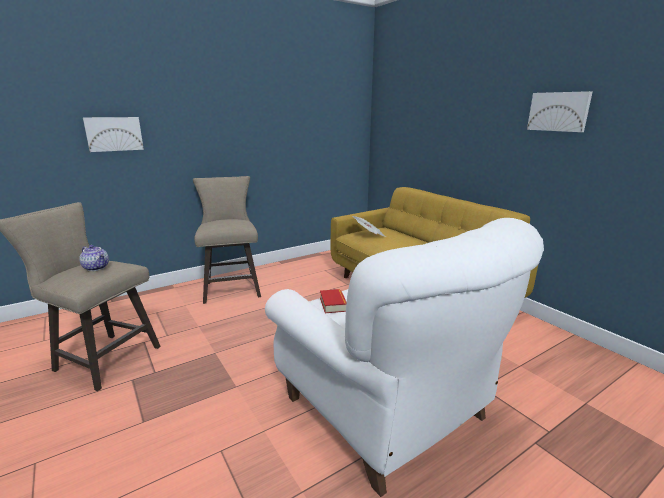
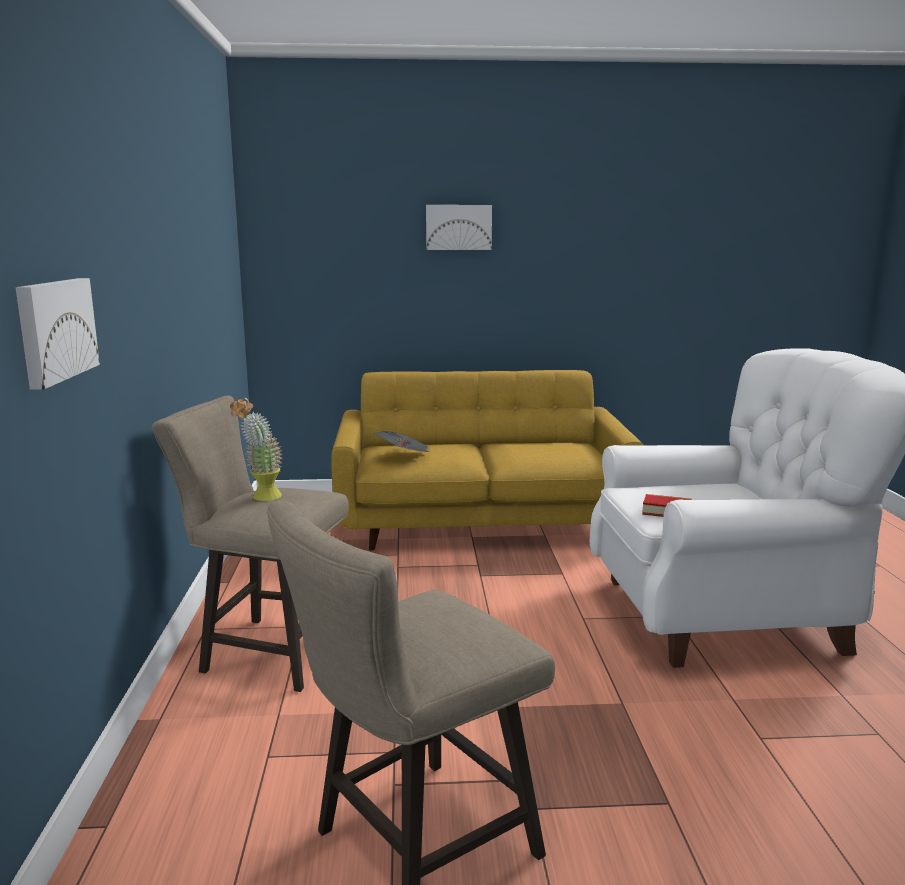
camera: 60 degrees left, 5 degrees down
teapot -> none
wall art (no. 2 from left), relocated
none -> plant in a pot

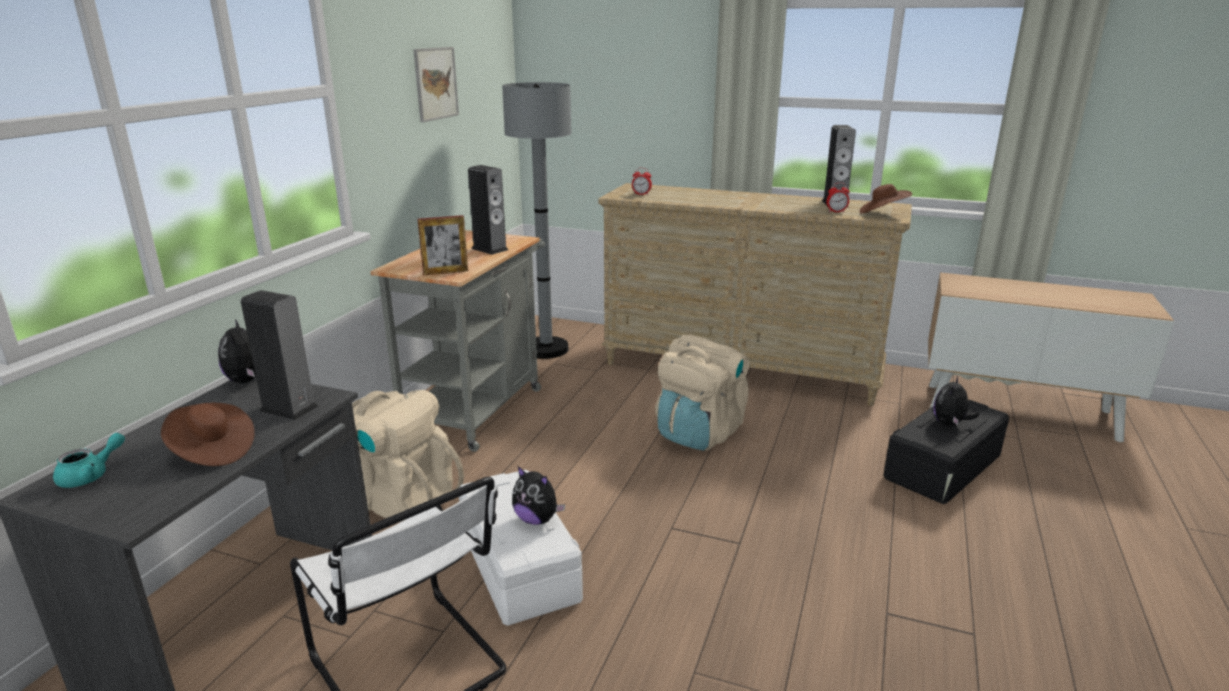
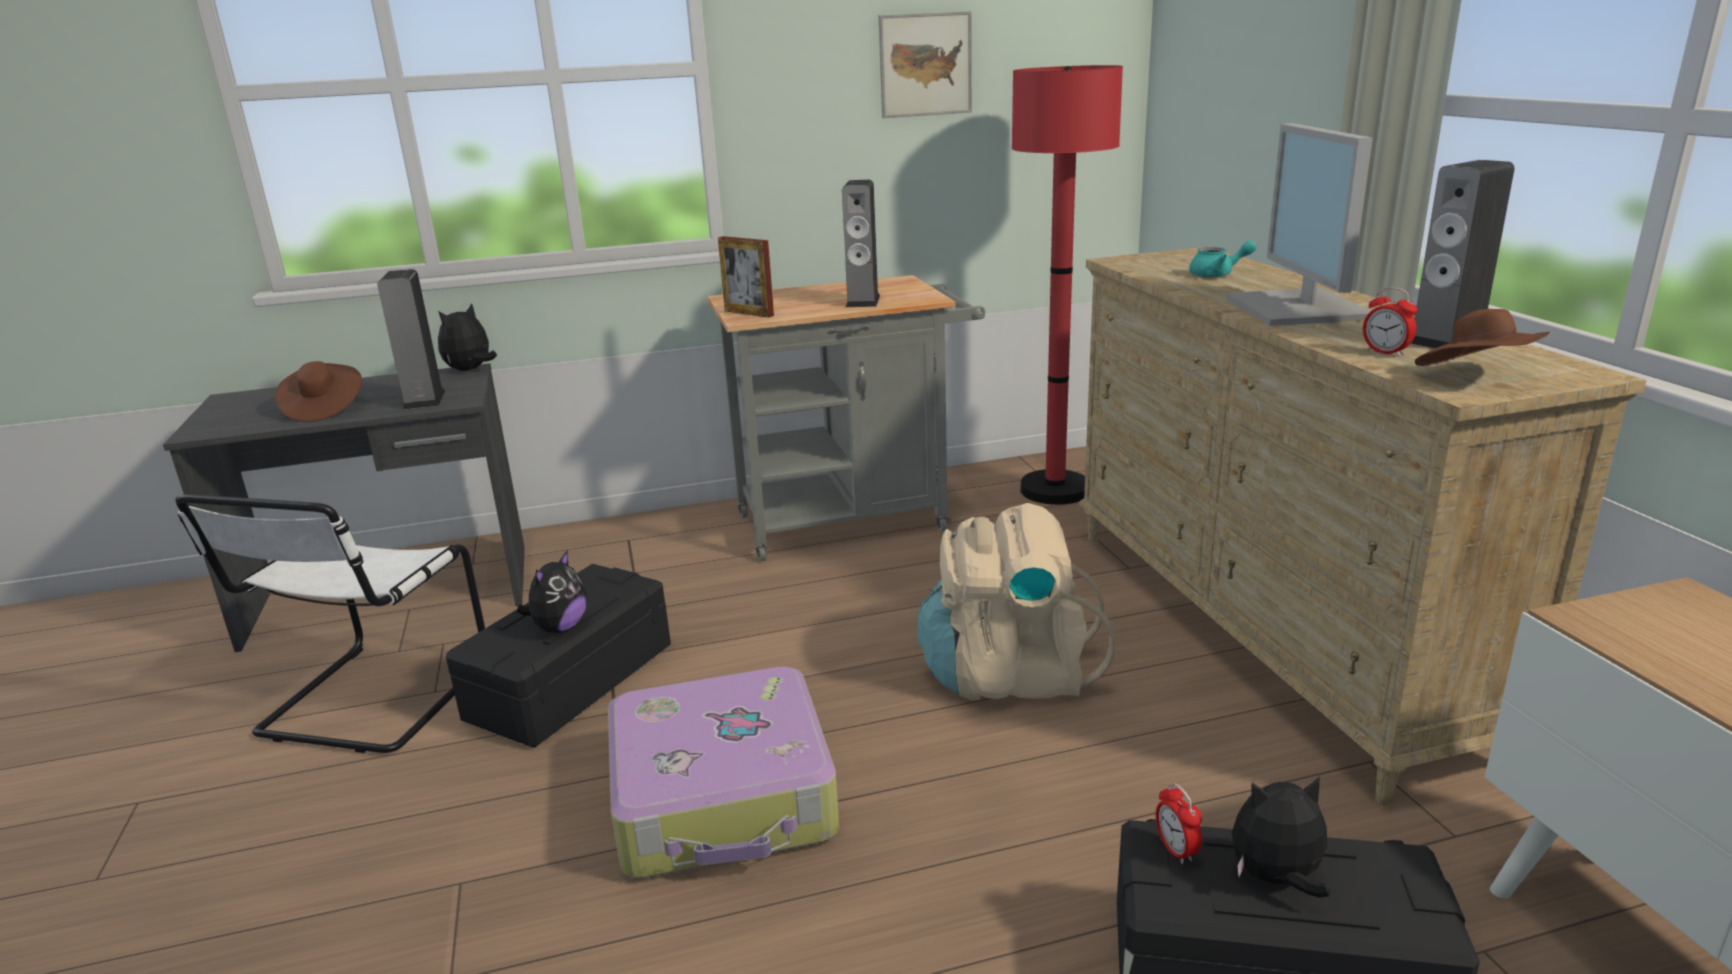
camera: 55 degrees right, 0 degrees up
blue-green teapot, relocated
beige rucksack (no. 1 from left) -> none
white-coloured storage box -> blackish storage box (no. 1 from left)
greyish floor lamp -> red-coloured floor lamp
cuddly toy (no. 2 from left), 150 degrees counterclockwise
bedside clock (no. 1 from left), relocated
none -> suitcase
none -> monitor

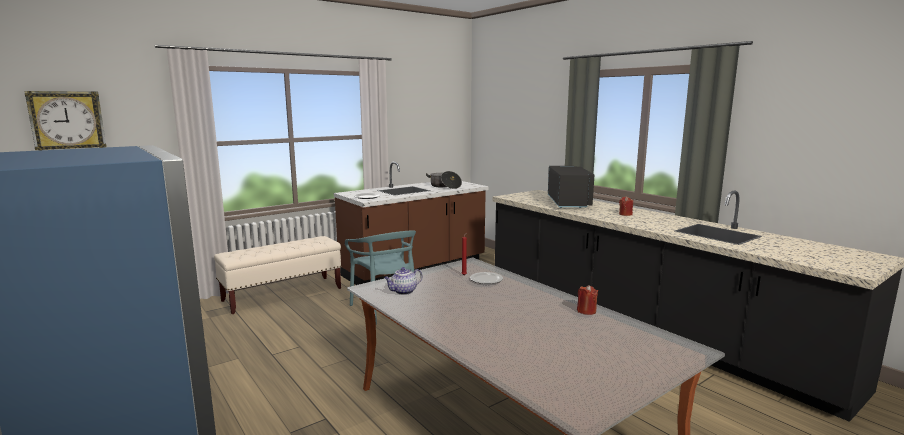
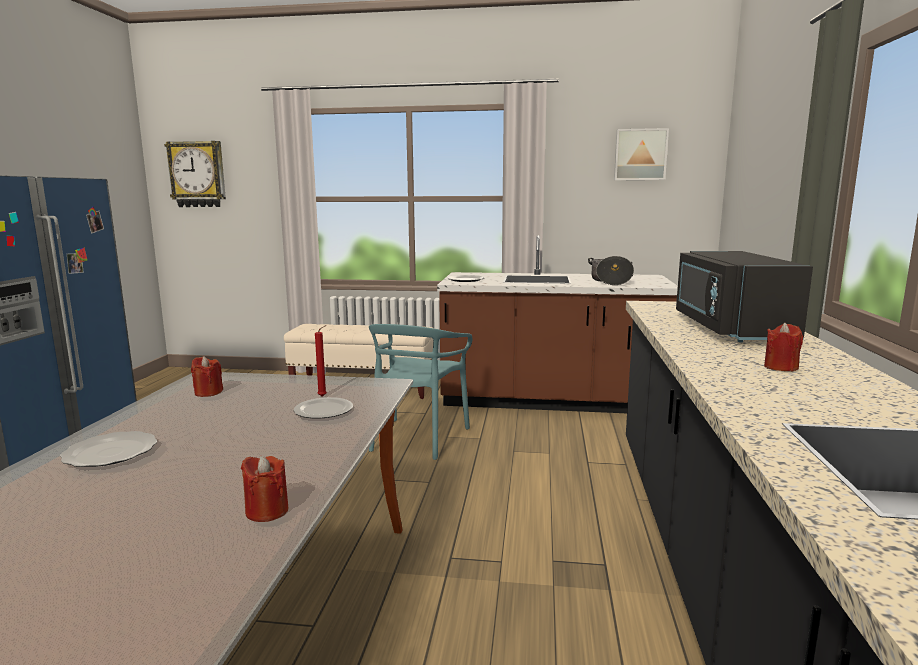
camera: 45 degrees right, 0 degrees up
teapot -> red-coloured wax candle (no. 1 from left)
blackish microwave, 135 degrees clockwise
none -> flat dish (no. 1 from left)
none -> wall art

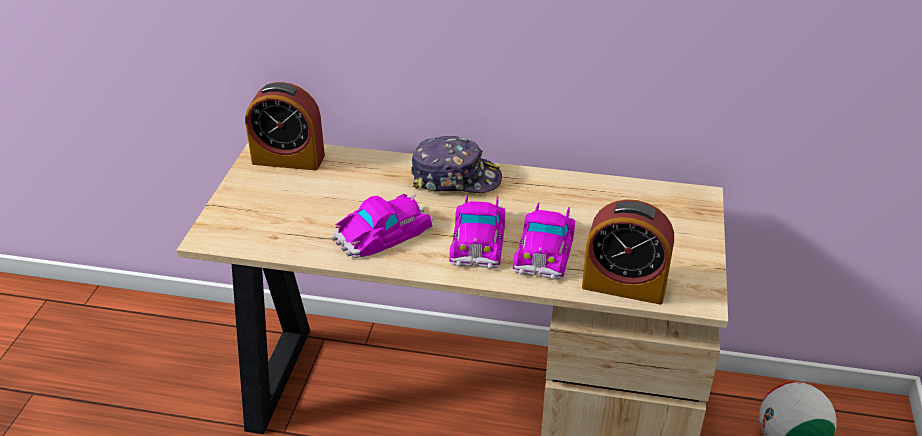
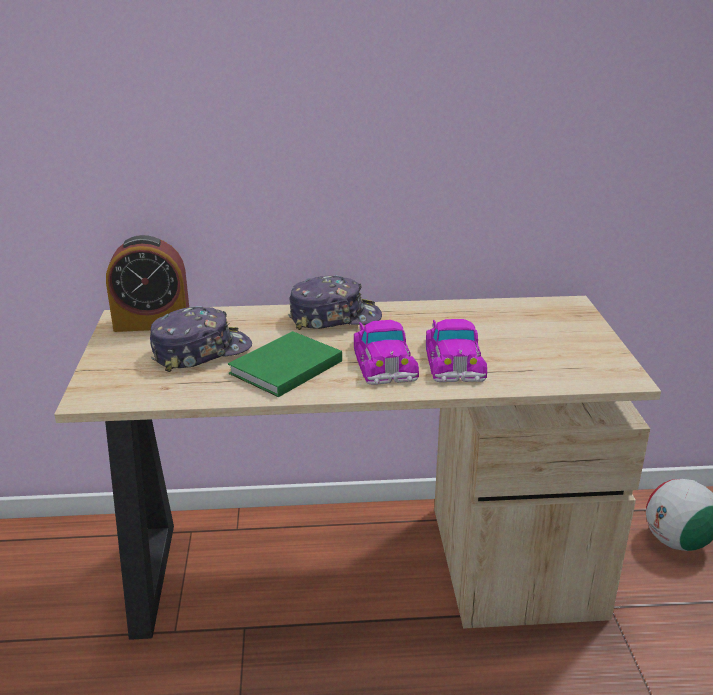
camera: 15 degrees left, 10 degrees down
model car (no. 1 from left) -> green-coloured book
bedside clock (no. 2 from left) -> none
none -> cap (no. 1 from left)

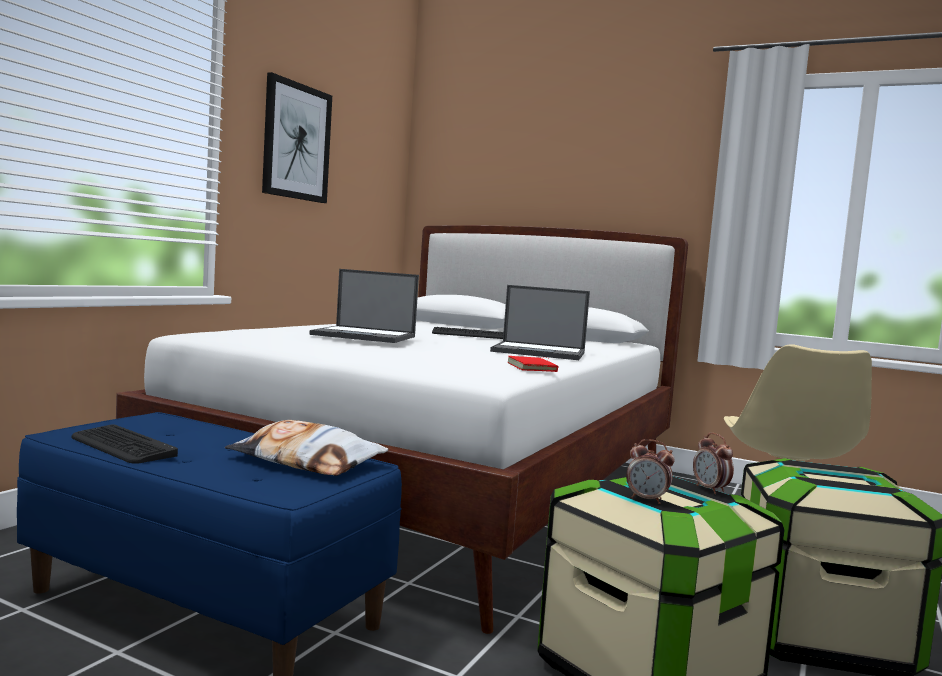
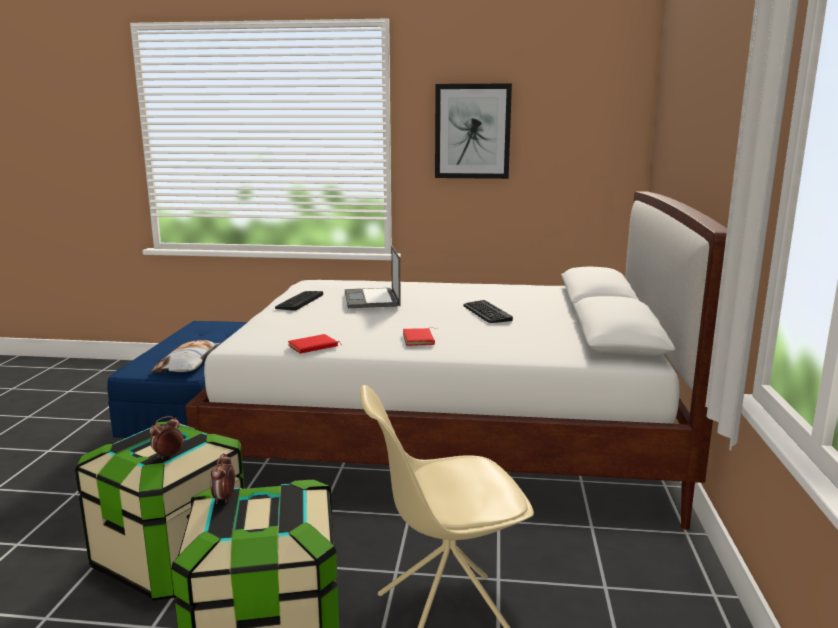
camera: 70 degrees right, 10 degrees up
keyboard (no. 1 from left), relocated
laptop (no. 2 from left) -> red-coloured book (no. 2 from left)
bedside clock (no. 1 from left in the first image) -> bedside clock (no. 2 from left), relocated

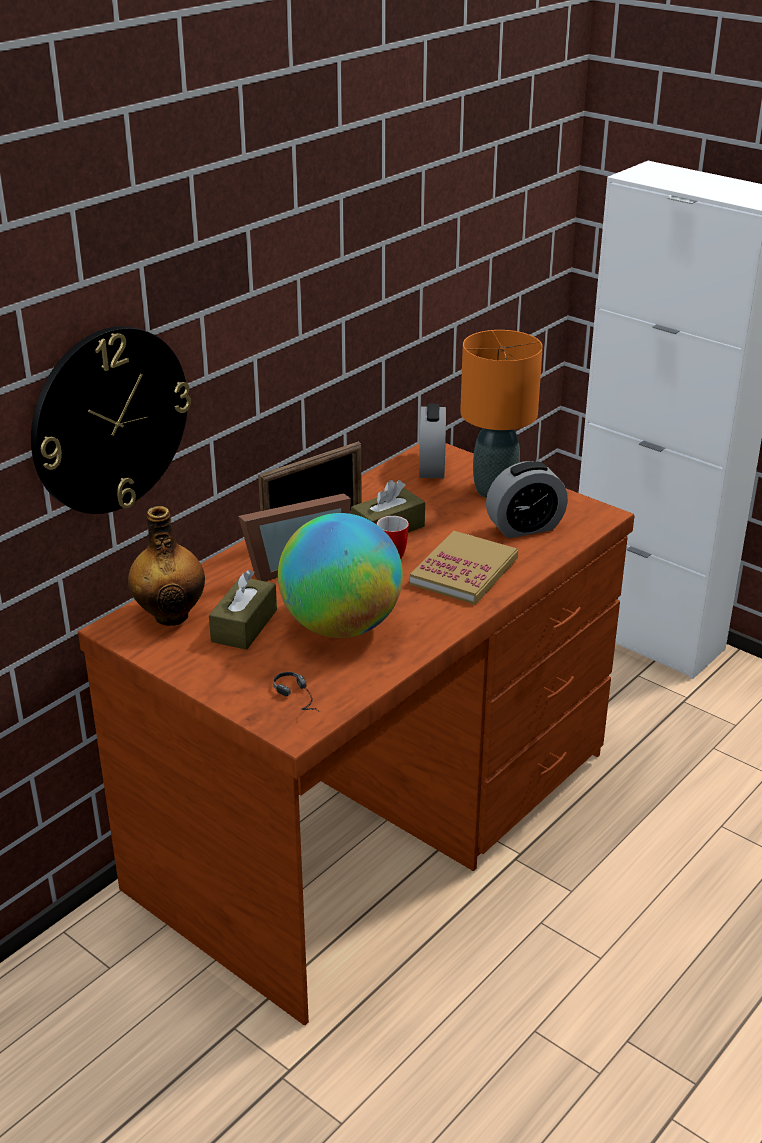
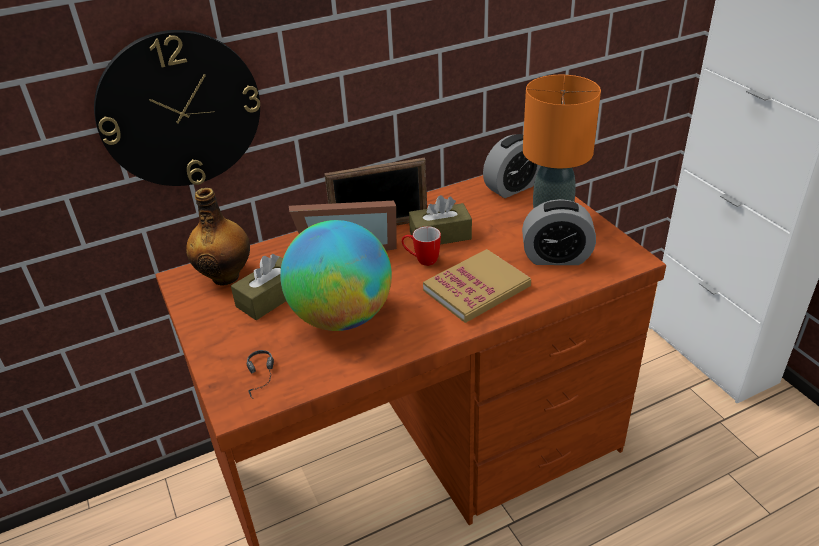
camera: 25 degrees right, 5 degrees up
bedside clock (no. 1 from left), 150 degrees counterclockwise

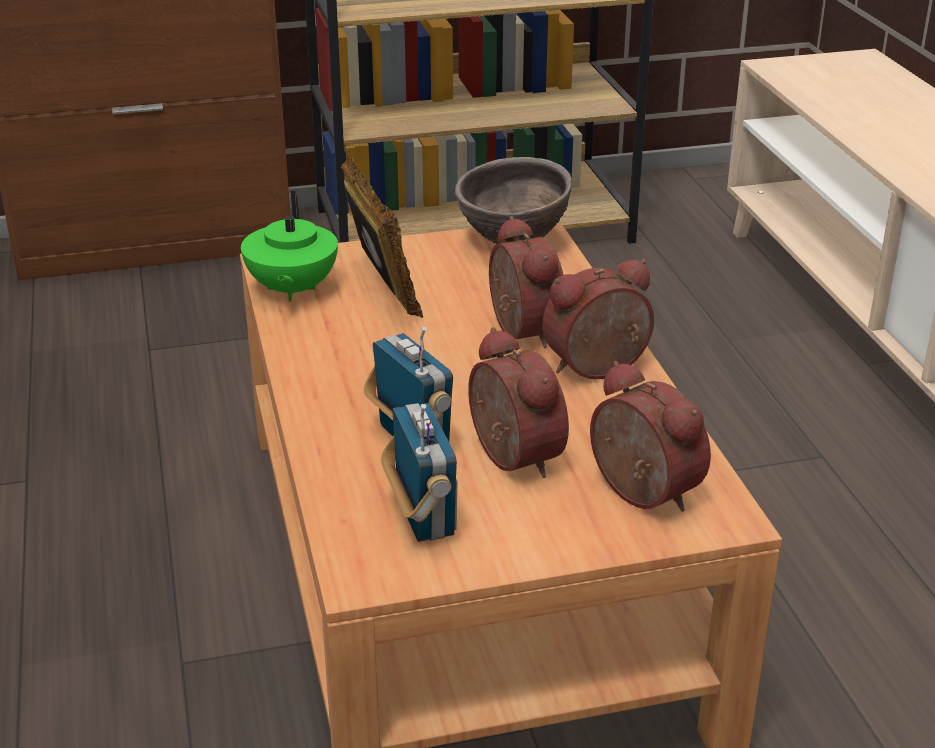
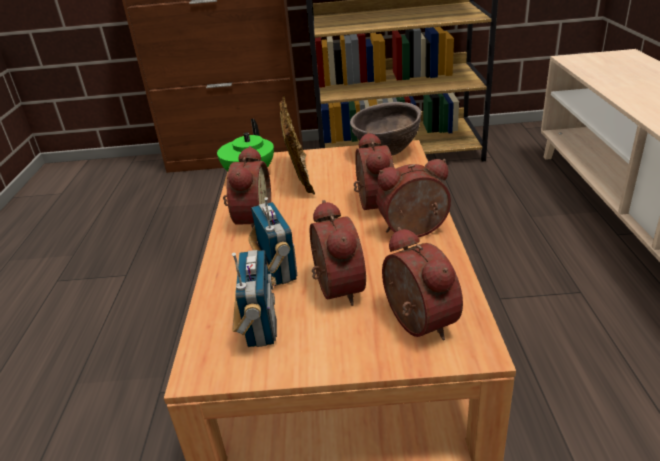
camera: 15 degrees right, 0 degrees up
none -> bedside clock (no. 1 from left)

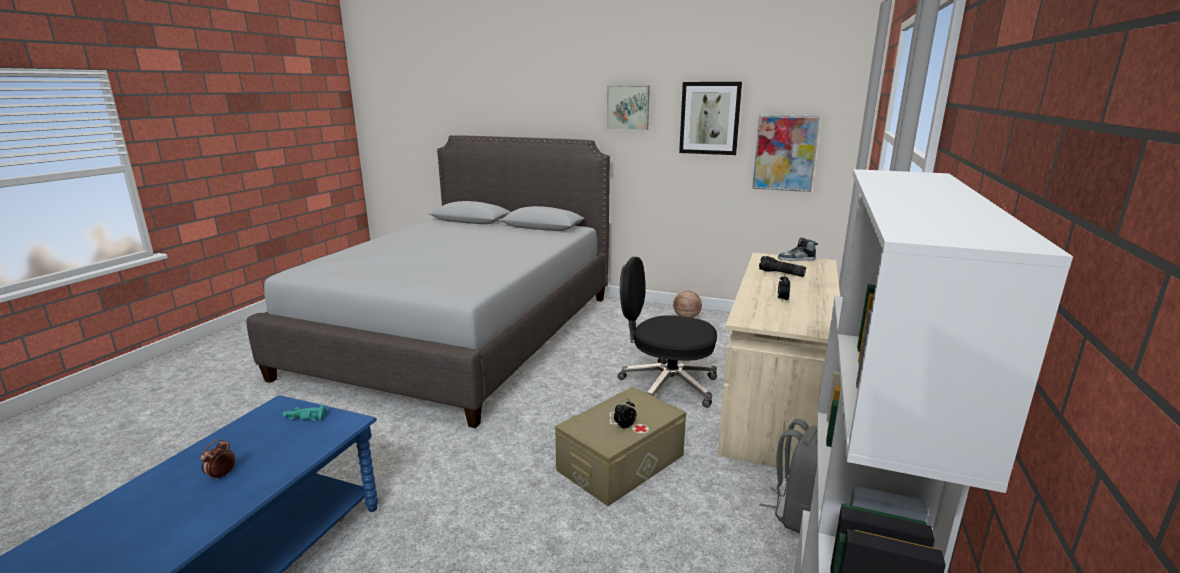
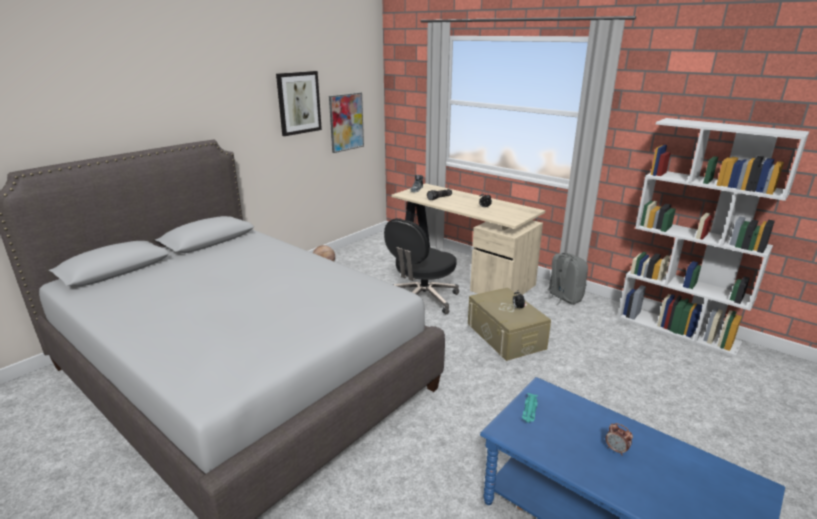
camera: 70 degrees left, 5 degrees up
wall art (no. 1 from left) -> none

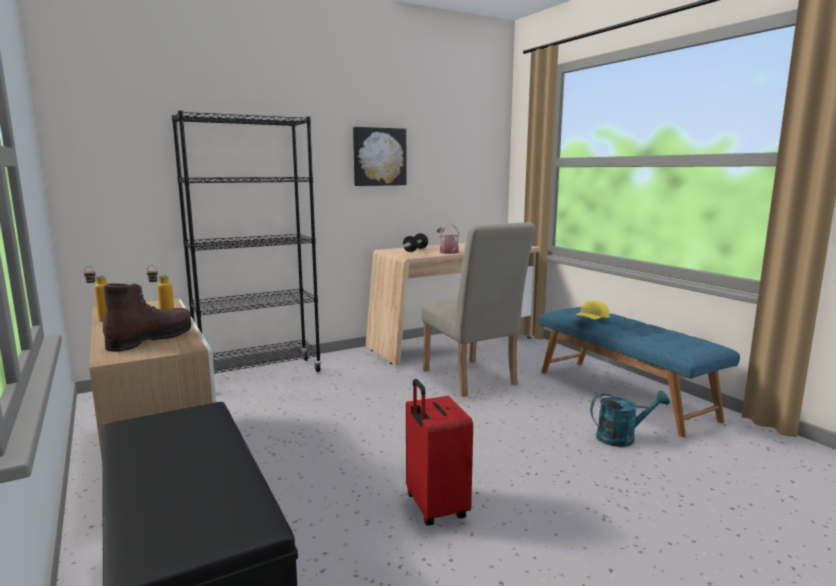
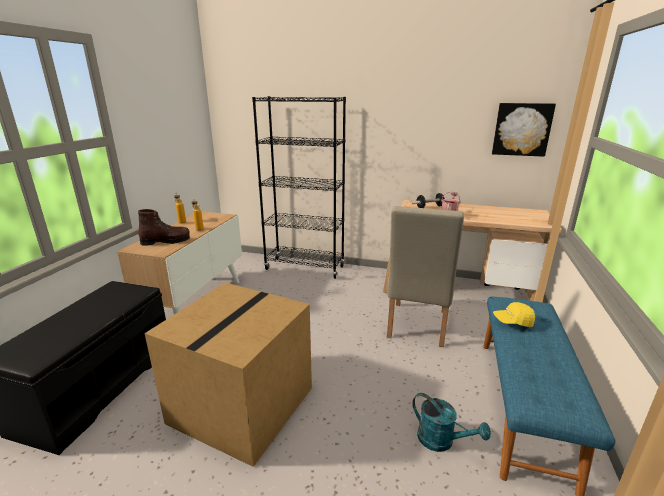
camera: 45 degrees right, 10 degrees up
wall art, relocated
red-coloured suitcase -> carton

